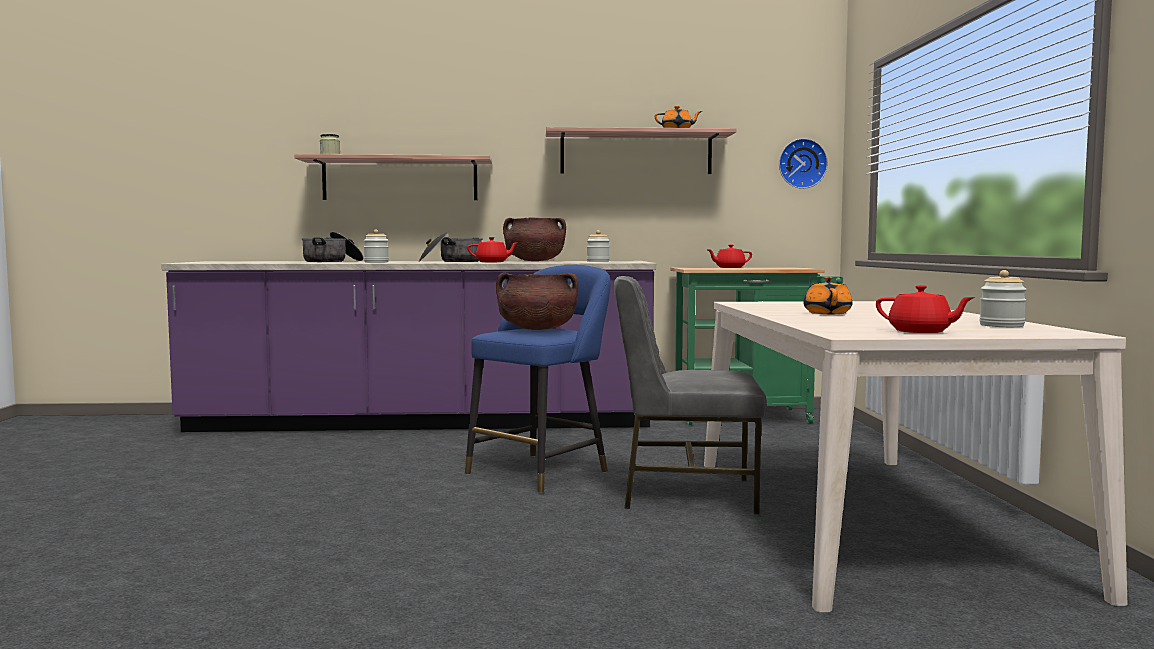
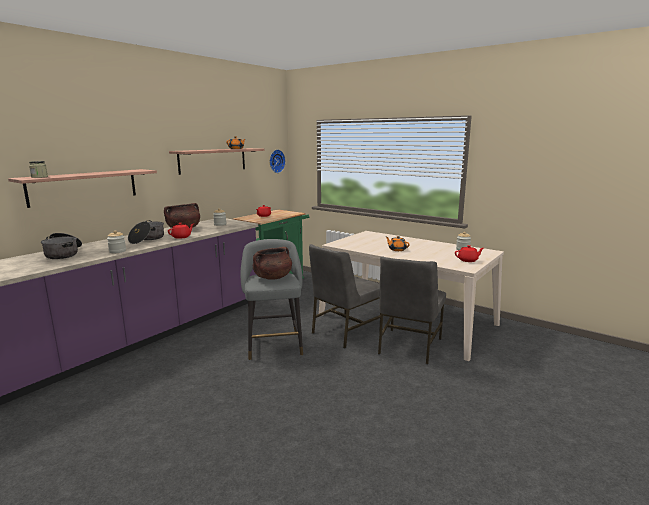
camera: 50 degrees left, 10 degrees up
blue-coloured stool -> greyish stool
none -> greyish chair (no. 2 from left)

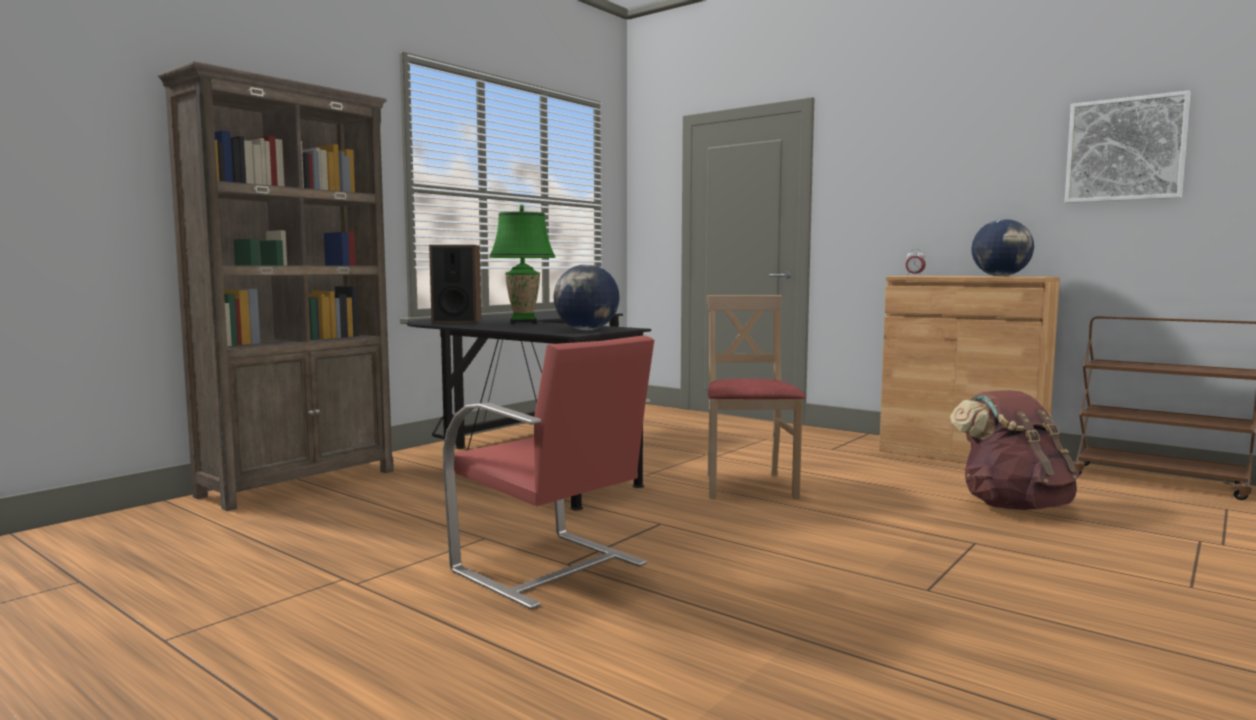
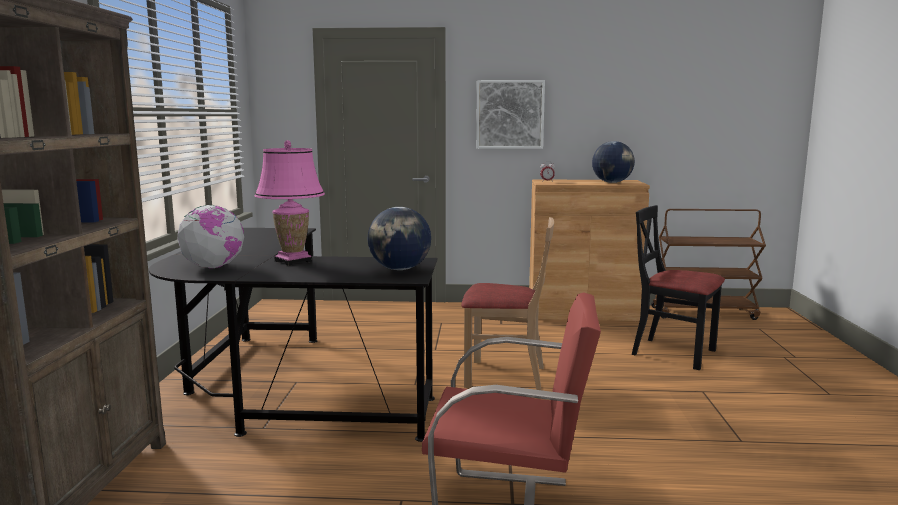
camera: 35 degrees left, 5 degrees up
speaker -> world globe (no. 1 from left)
green-coloured tabletop lamp -> pink tabletop lamp
beige chair, 135 degrees clockwise
brownish rucksack -> blackish chair
wall art, relocated

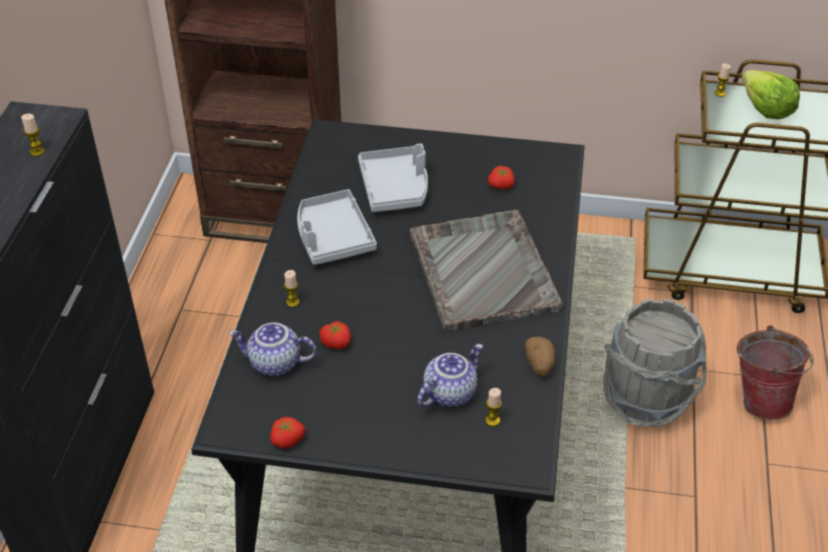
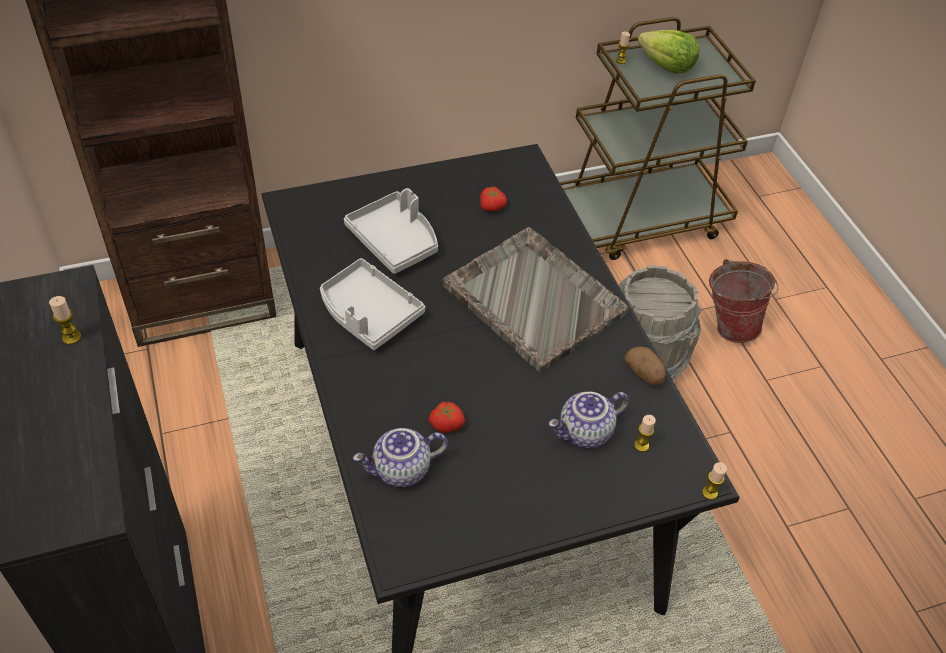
camera: 30 degrees left, 5 degrees up
fresh tomato (no. 1 from left) -> none
wax candle (no. 2 from left in the first image) -> wax candle (no. 4 from left), relocated
teapot (no. 2 from left), 135 degrees counterclockwise

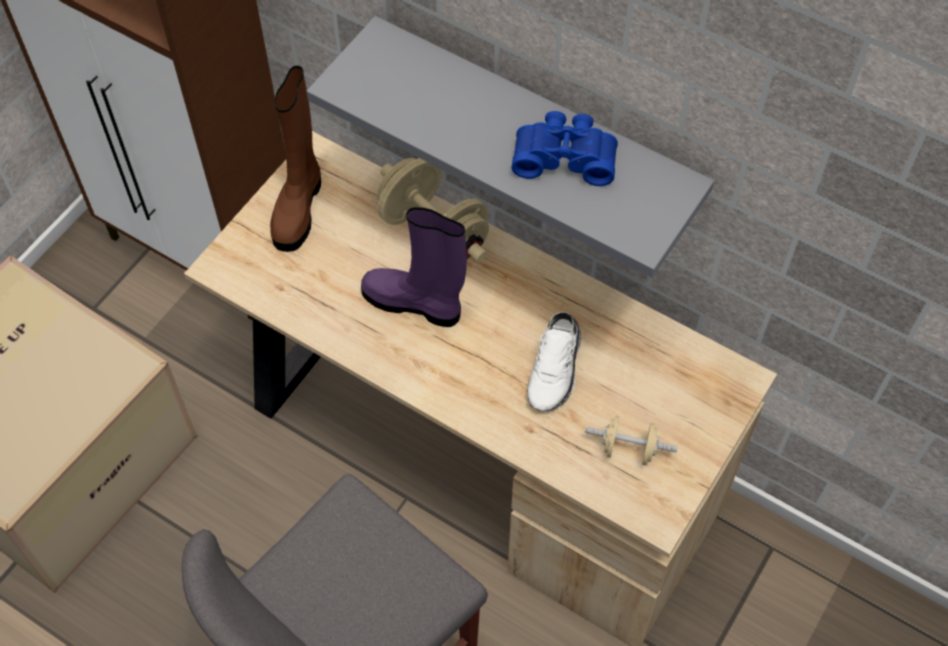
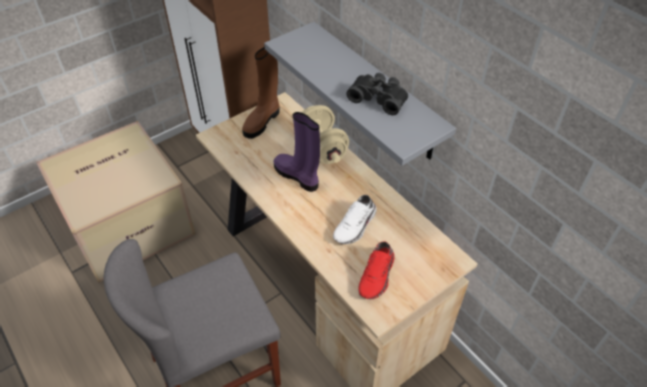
camera: 20 degrees right, 10 degrees down
blue-coloured pair of binoculars -> blackish pair of binoculars
beige dumbbell (no. 2 from left) -> red-coloured low shoe

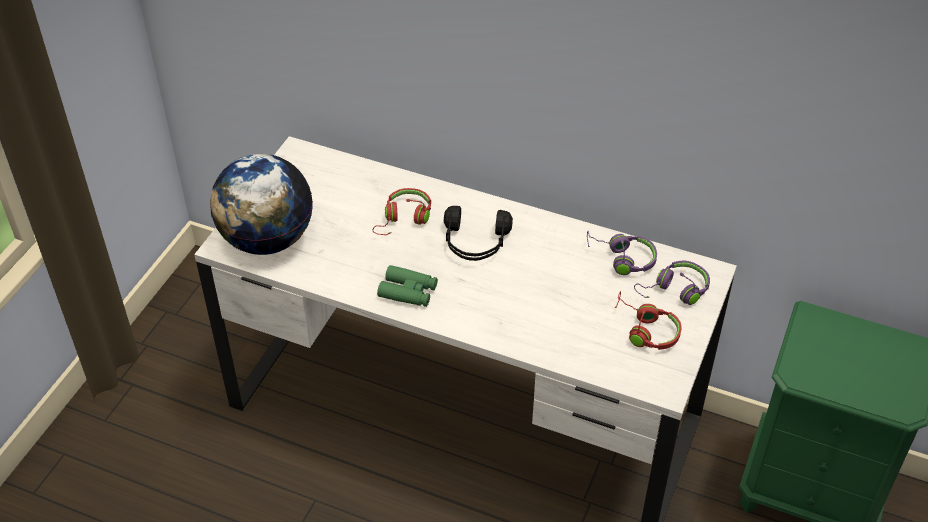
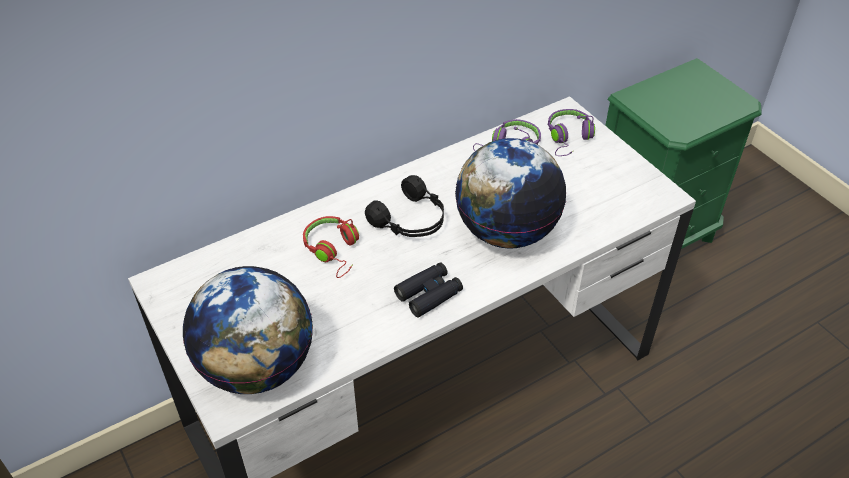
camera: 55 degrees left, 0 degrees up
green-coloured pair of binoculars -> blackish pair of binoculars
red-coloured headset (no. 2 from left) -> none
none -> world globe (no. 2 from left)

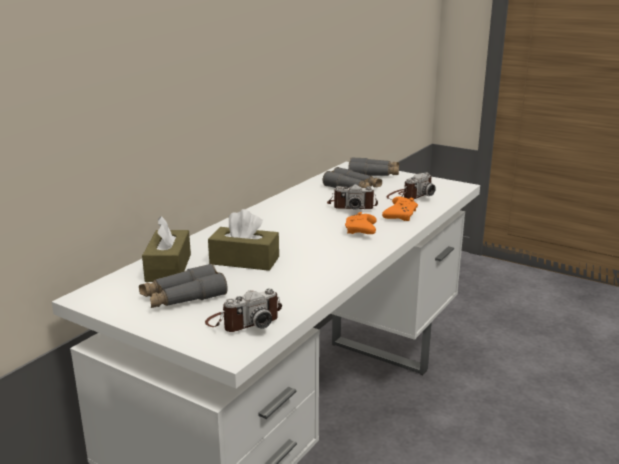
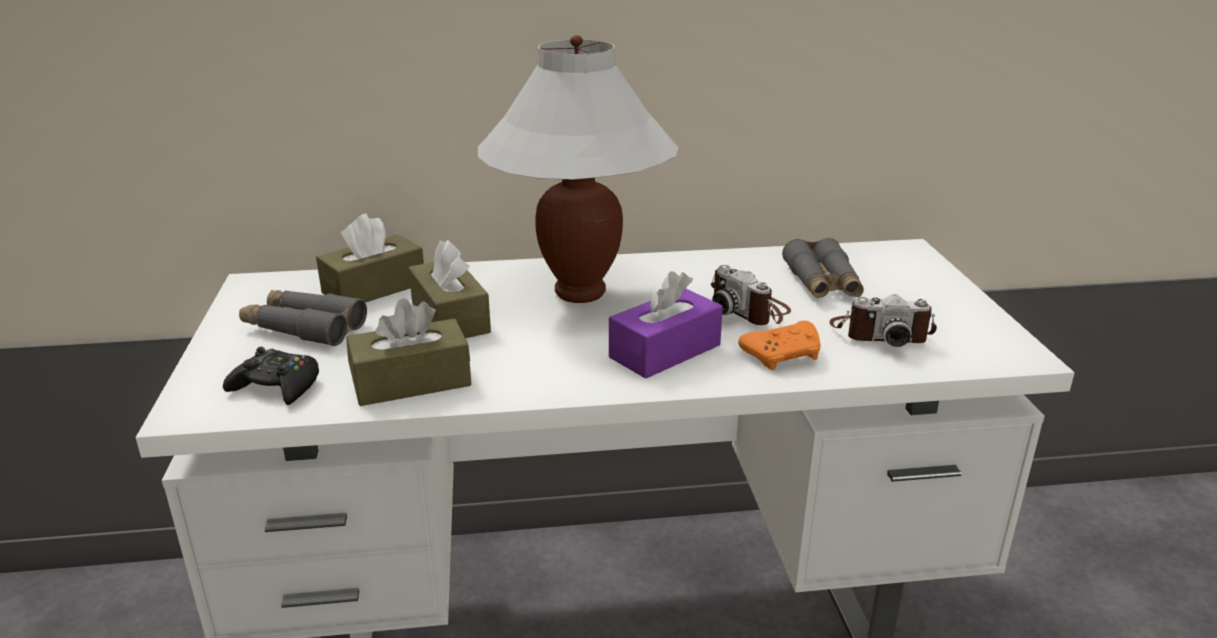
camera: 50 degrees right, 5 degrees up
still camera (no. 1 from left) -> blackish game controller
orange-coloured game controller (no. 1 from left) -> purple box of tissues
greyish pair of binoculars (no. 3 from left) -> none
none -> brownish box of tissues (no. 2 from left)
none -> white-coloured tabletop lamp

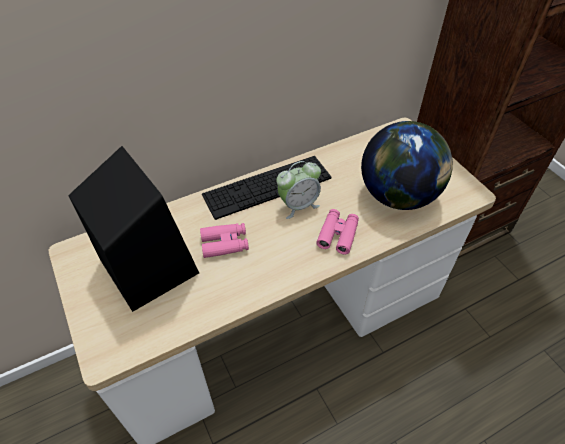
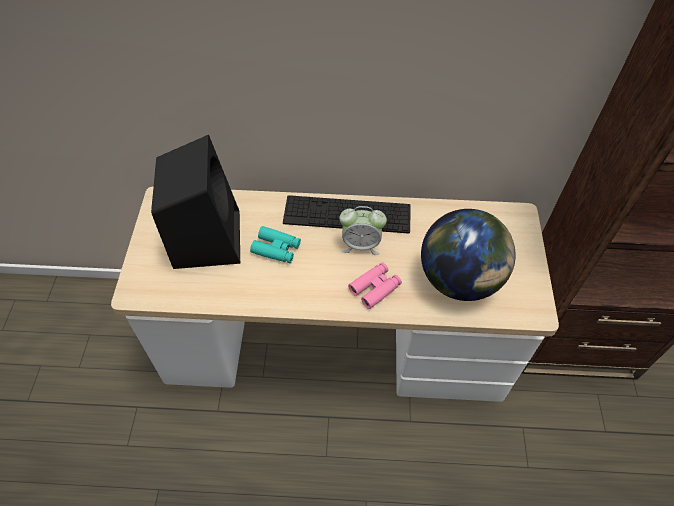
camera: 30 degrees right, 5 degrees up
pink pair of binoculars (no. 1 from left) -> blue-green pair of binoculars

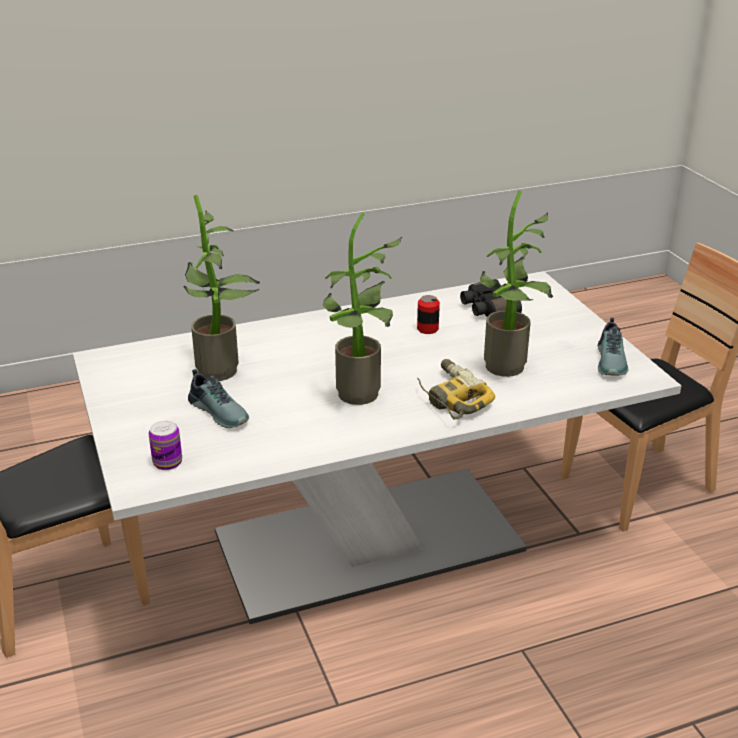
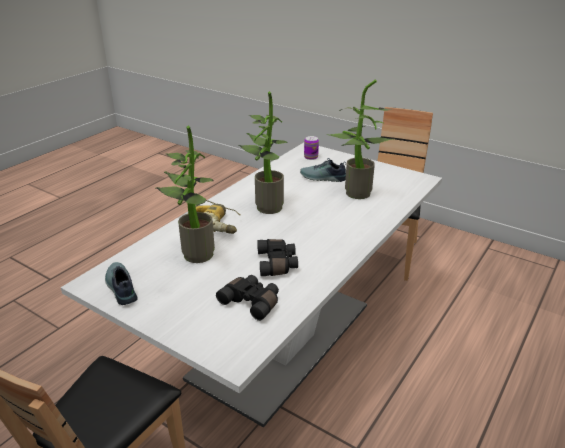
camera: 145 degrees right, 0 degrees up
sealed can (no. 2 from left) -> blackish pair of binoculars (no. 2 from left)

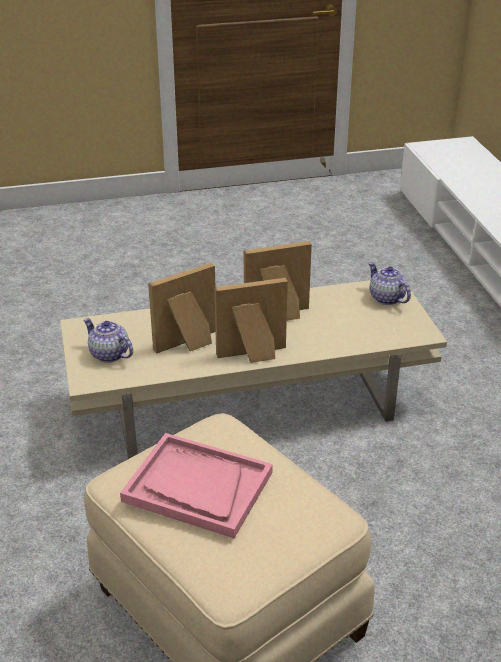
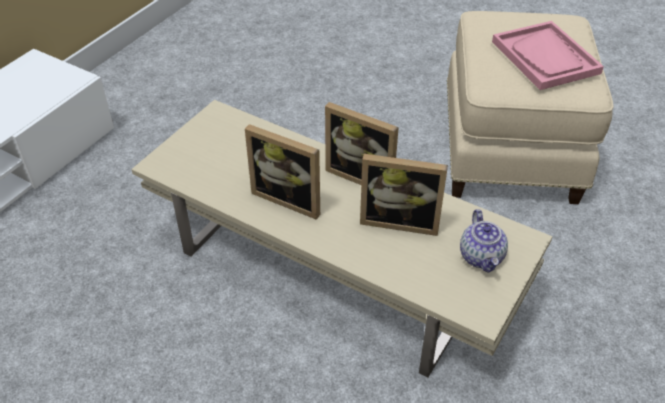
camera: 135 degrees left, 10 degrees up
teapot (no. 2 from left) -> none

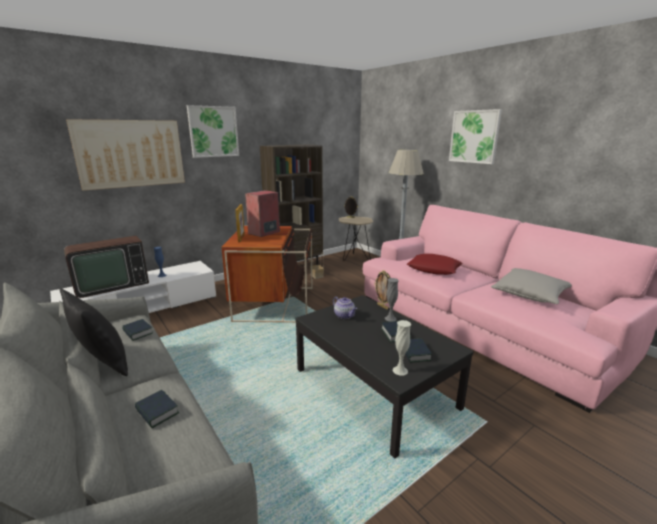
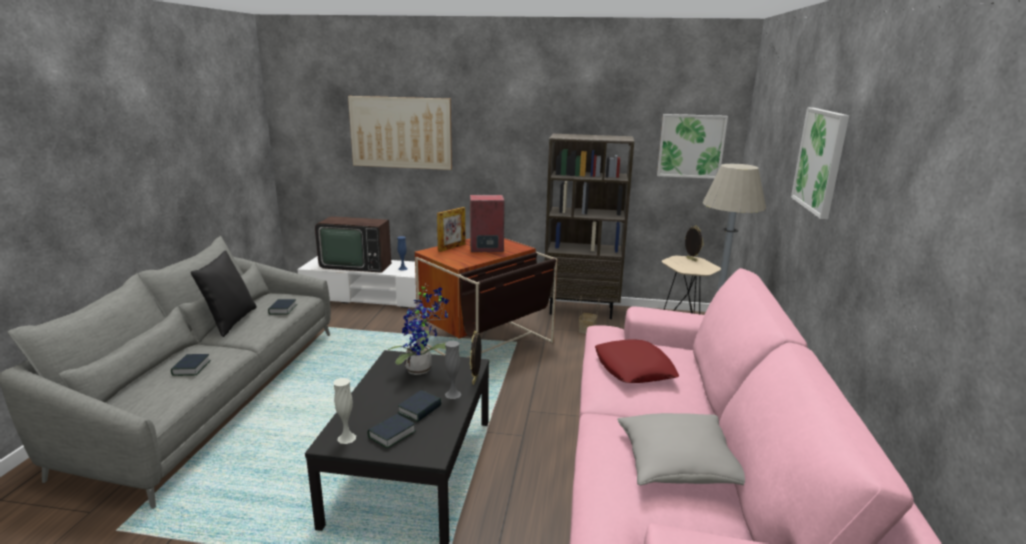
camera: 45 degrees right, 0 degrees up
wall art (no. 2 from left), relocated
teapot -> plant in a pot

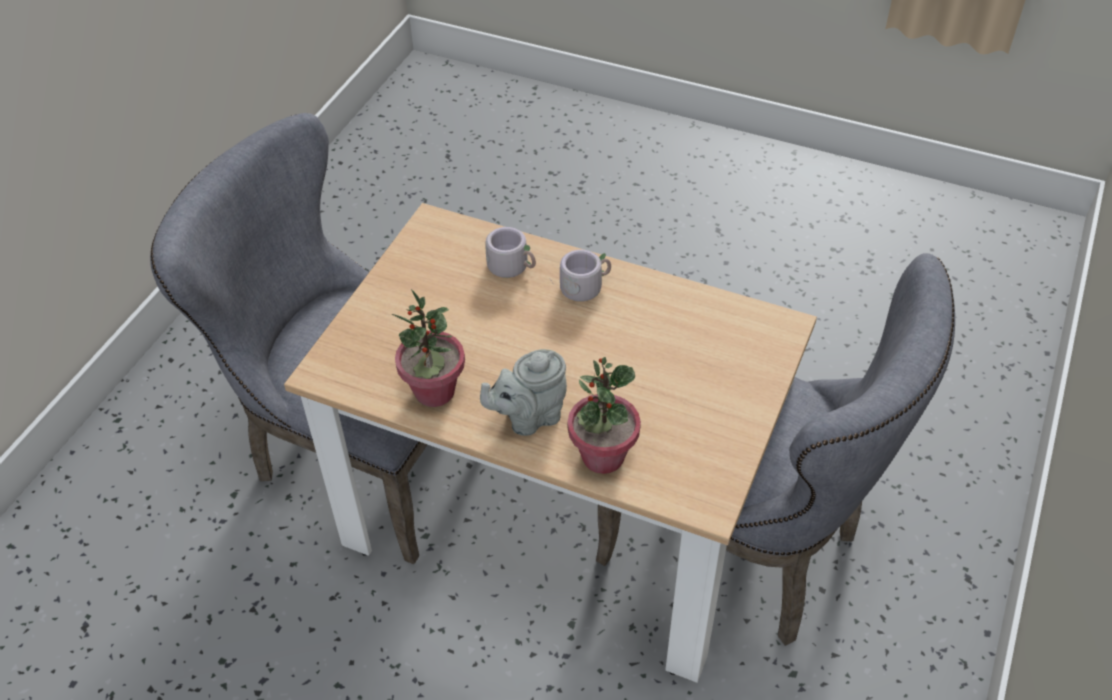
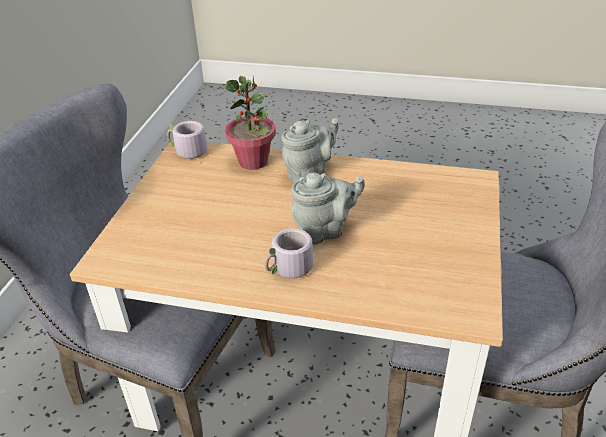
camera: 170 degrees right, 10 degrees down
plant in a pot (no. 1 from left) -> none
greyish tea mug (no. 1 from left), relocated
none -> greyish teapot (no. 2 from left)

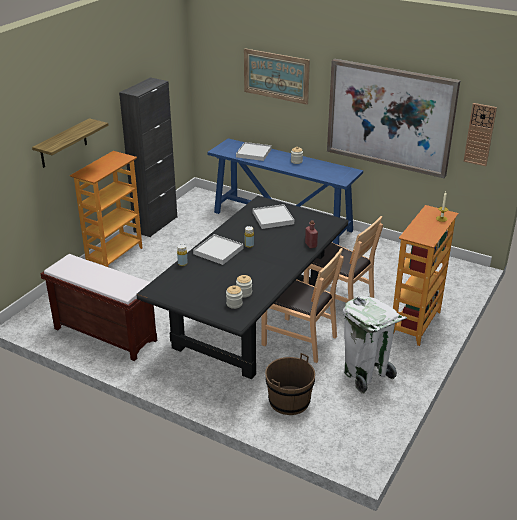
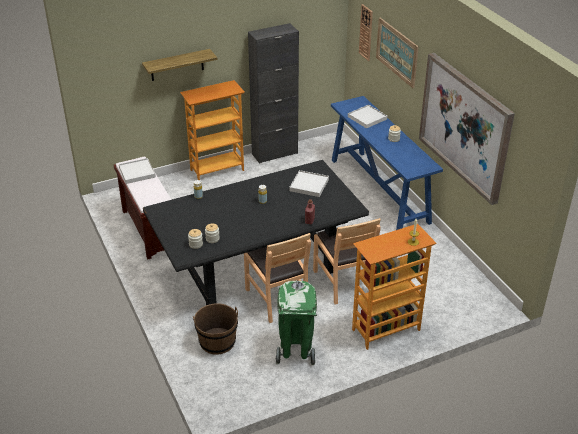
camera: 35 degrees right, 5 degrees up
white-coloured tray (no. 1 from left), relocated
white-coloured waste bin -> green-coloured waste bin
wall clock, relocated

